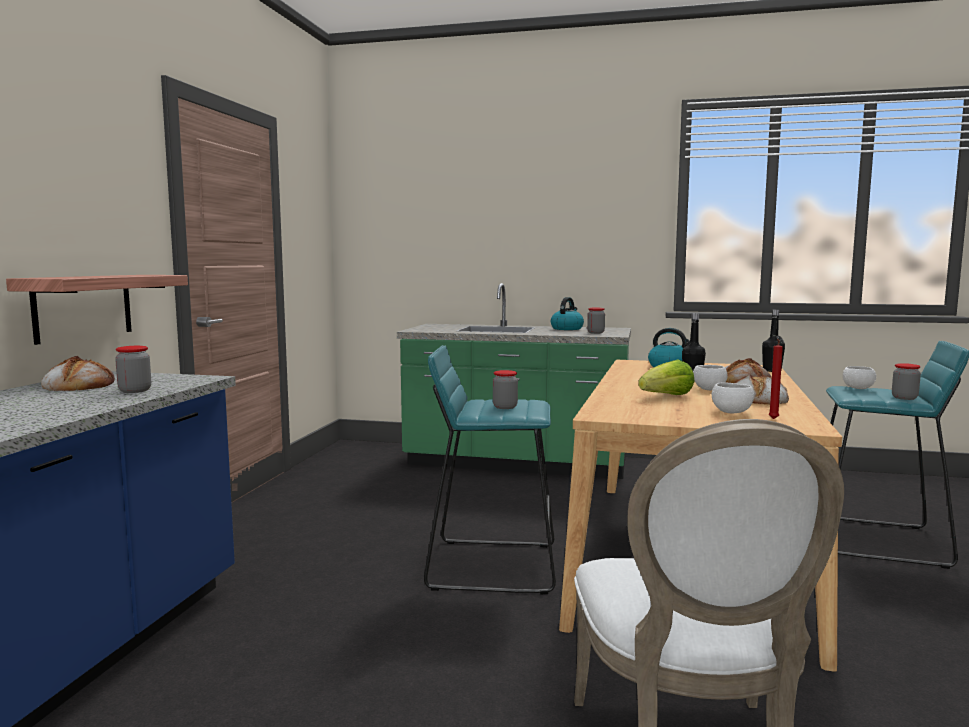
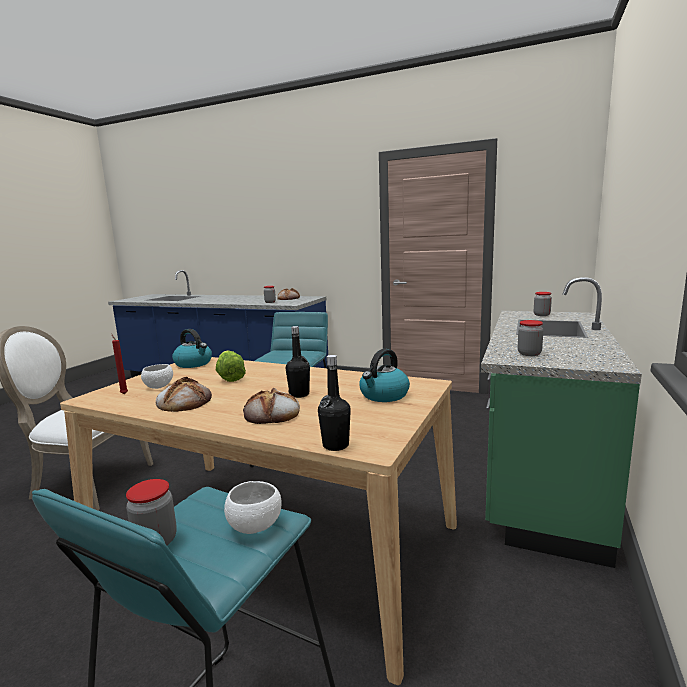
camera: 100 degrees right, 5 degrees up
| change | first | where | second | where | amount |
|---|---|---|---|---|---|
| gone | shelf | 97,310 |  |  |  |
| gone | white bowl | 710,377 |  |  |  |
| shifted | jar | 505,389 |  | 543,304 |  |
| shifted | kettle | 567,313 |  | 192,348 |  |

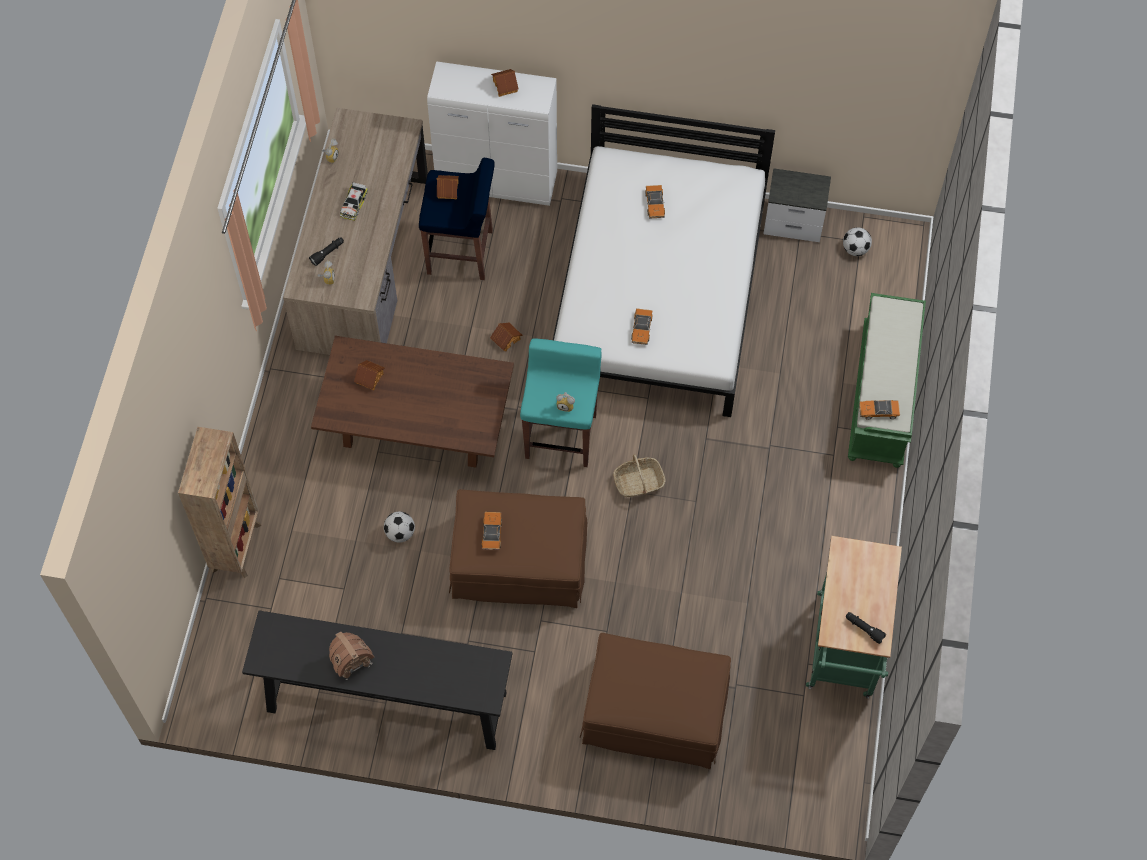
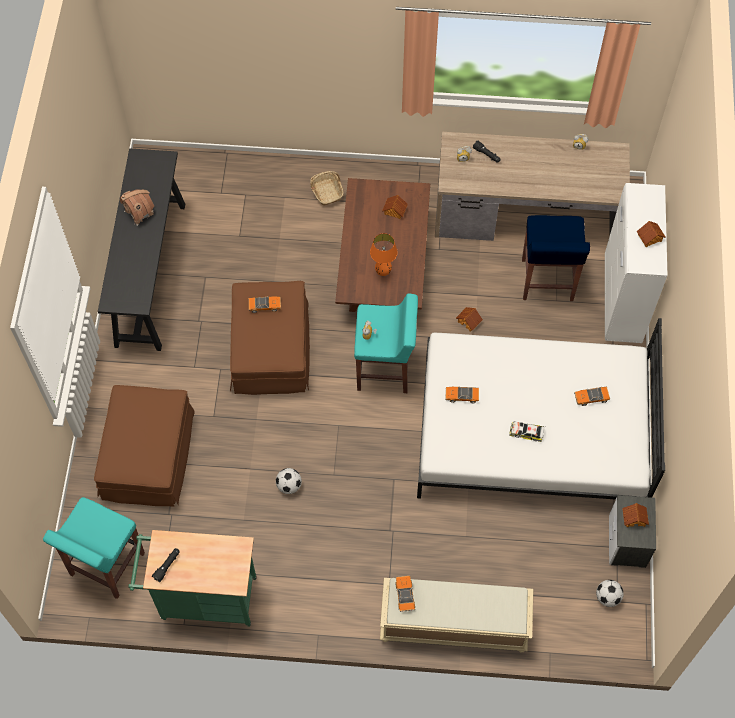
camera: 85 degrees right, 0 degrees up
| change | first | where | second | where | amount |
|---|---|---|---|---|---|
| gone | brown bookcase | 219,502 |  |  |  |
| new |  |  | turquoise stool | 94,548 |  |
| new |  |  | orange table lamp | 383,254 |  |
| shifted | toy car | 354,201 |  | 527,432 |  |
| shifted | football | 399,527 |  | 289,481 |  |
| shifted | toy house | 448,187 |  | 635,515 |  |
| shifted | basket | 639,475 |  | 327,188 |  |
| repainted | green bench | 887,380 | beige bench | 456,615 |  |

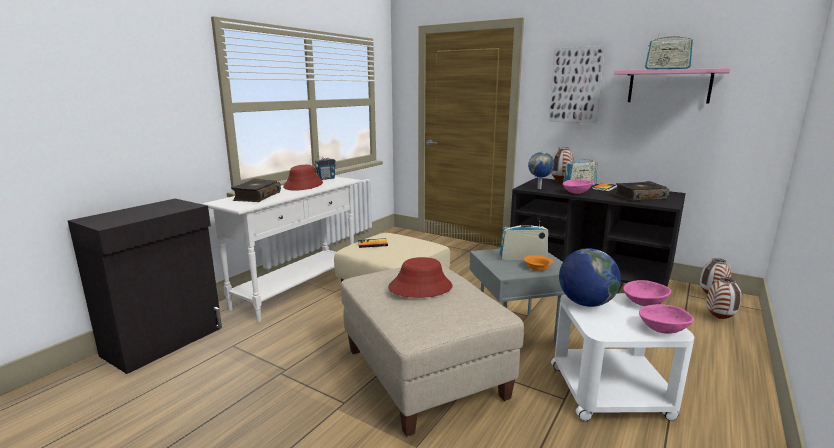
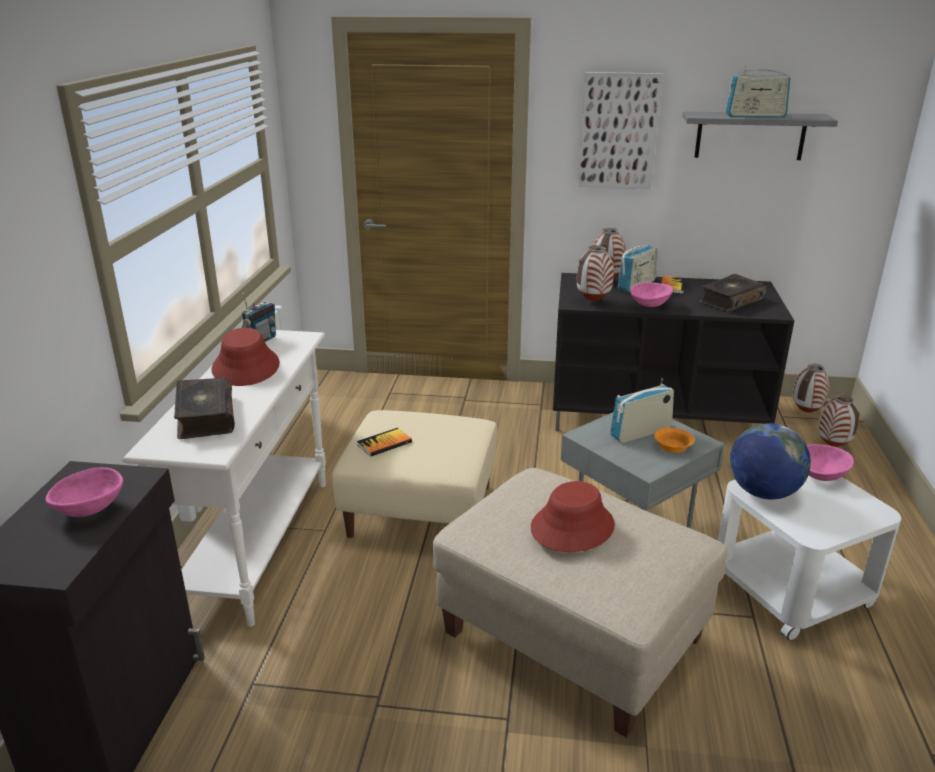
camera: 25 degrees left, 10 degrees up
| change | first | where | second | where | amount |
|---|---|---|---|---|---|
| shifted | pink bowl | 666,319 |  | 84,492 |  |
| swapped | globe | 541,170 | vase | 595,273 |  |
| repainted | pink shelf | 672,85 | grey shelf | 760,135 |  |

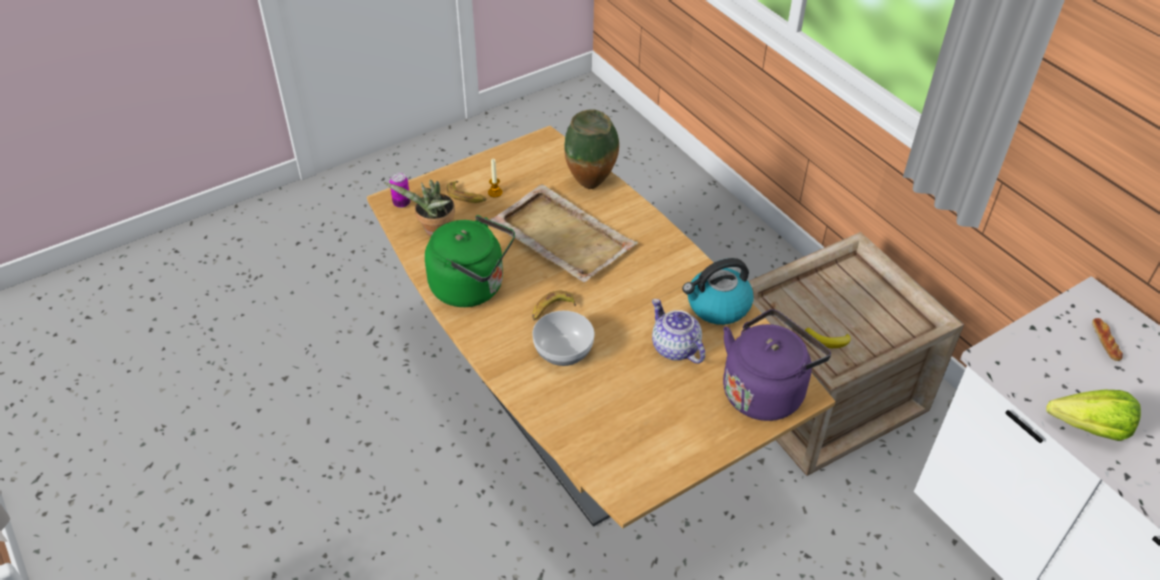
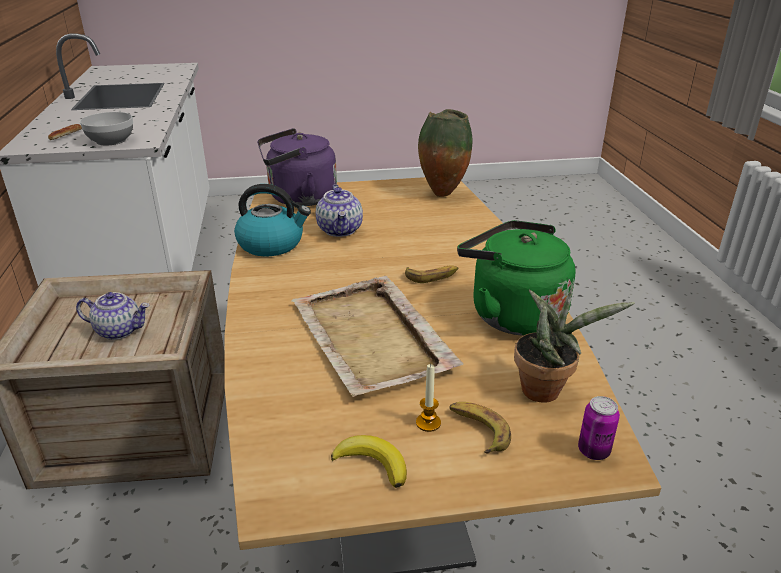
camera: 155 degrees left, 15 degrees down
| change | first | where | second | where | amount |
|---|---|---|---|---|---|
| gone | lettuce | 1093,415 |  |  |  |
| new |  |  | teapot | 113,316 |  |
| shifted | bowl | 563,338 |  | 106,128 |  |
| shifted | vase | 592,149 |  | 445,153 |  |
| shifted | banana | 828,338 |  | 369,461 |  |

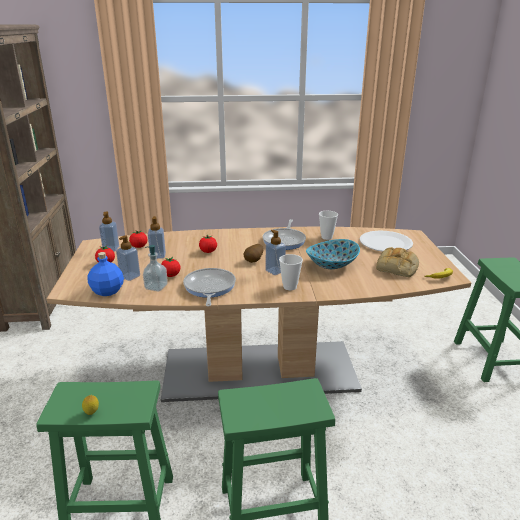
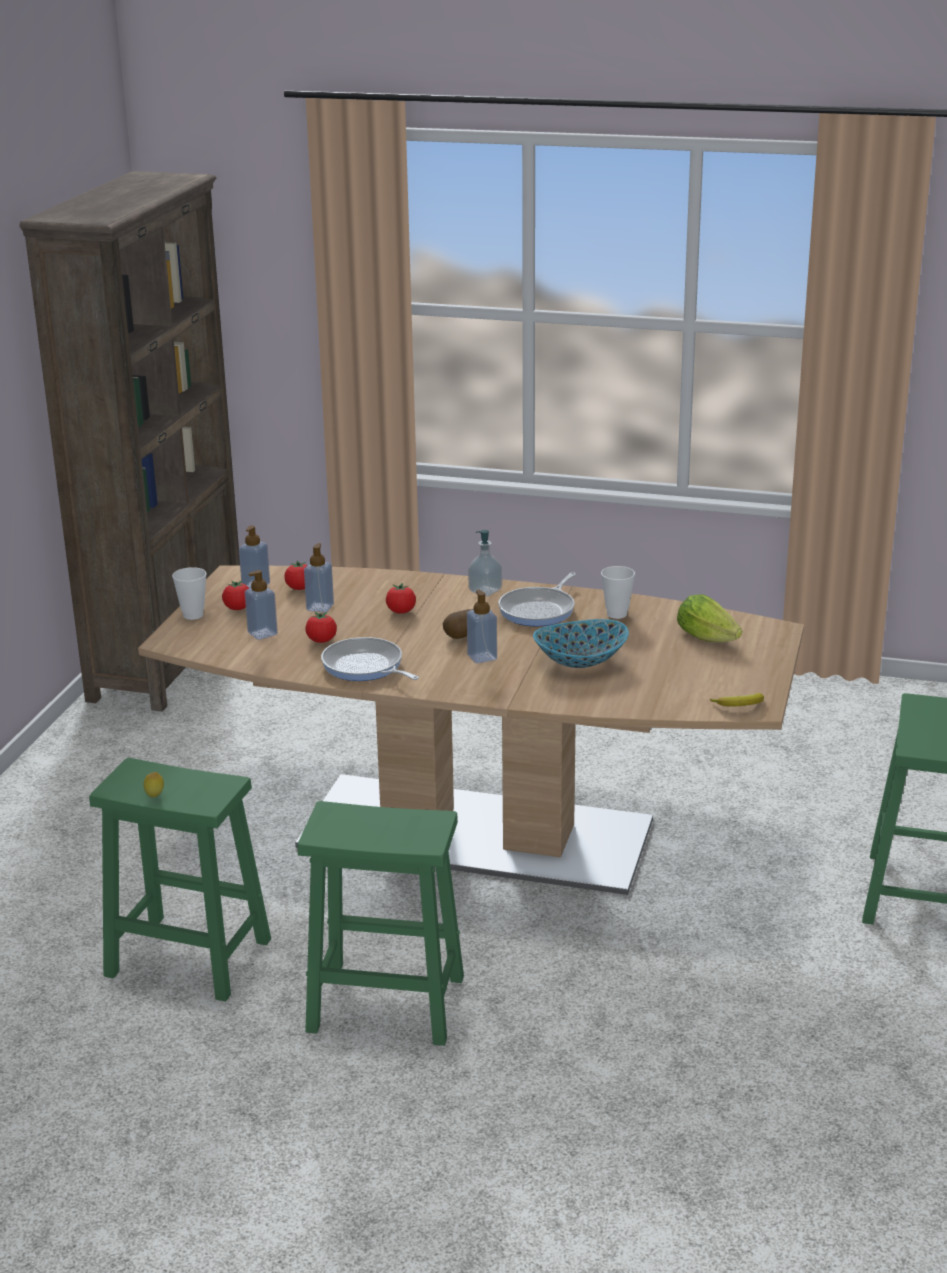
camera: 20 degrees right, 0 degrees up
| change | first | where | second | where | amount |
|---|---|---|---|---|---|
| gone | blue bottle | 105,274 |  |  |  |
| gone | bread | 397,262 |  |  |  |
| shifted | soap dispenser | 155,268 |  | 485,563 |  |
| shifted | cup | 291,272 |  | 189,593 |  |
| swapped | white plate | 386,241 | lettuce | 709,618 |  |
| rotated | frying pan | 209,287 |  | 370,659 | 60 degrees counterclockwise |

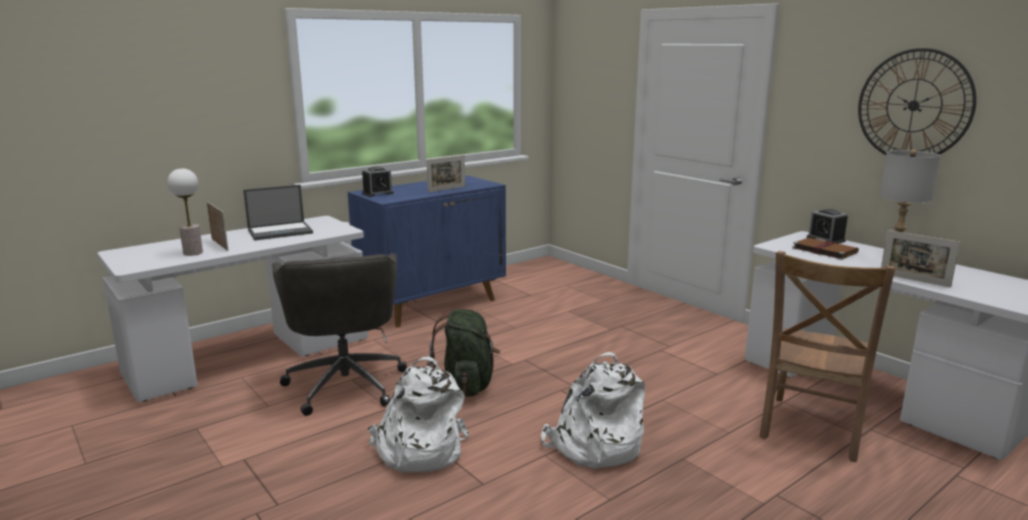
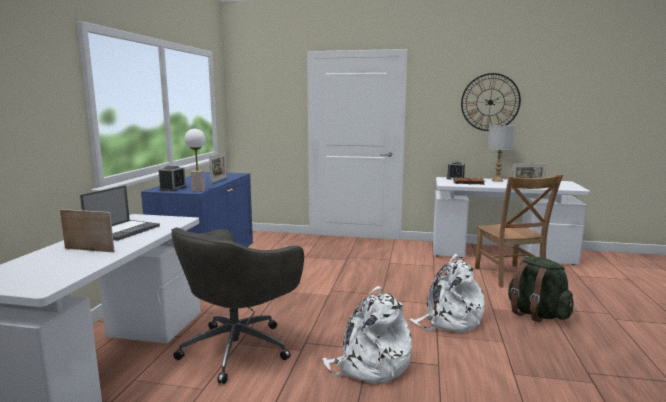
camera: 40 degrees left, 5 degrees down
| change | first | where | second | where | amount |
|---|---|---|---|---|---|
| shifted | table lamp | 185,212 |  | 195,160 |  |
| shifted | green backpack | 463,353 |  | 541,290 |  |
| rotated | grey office chair | 339,334 |  | 237,305 | 90 degrees clockwise |

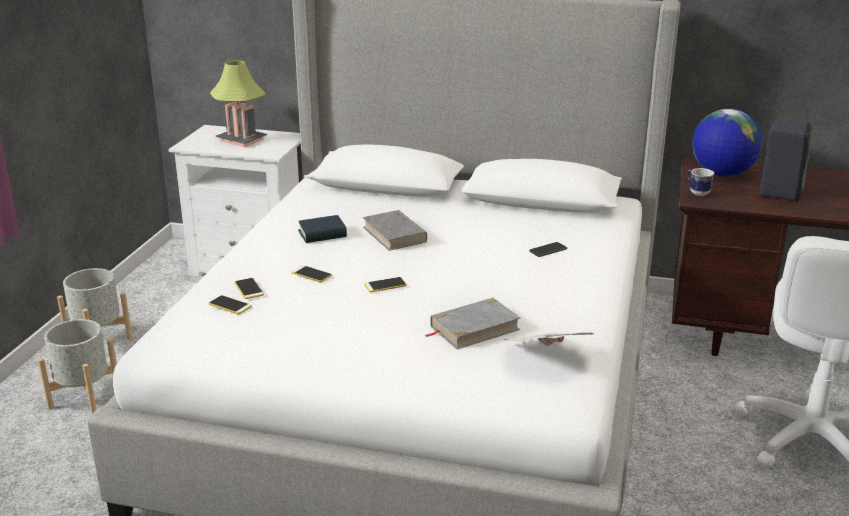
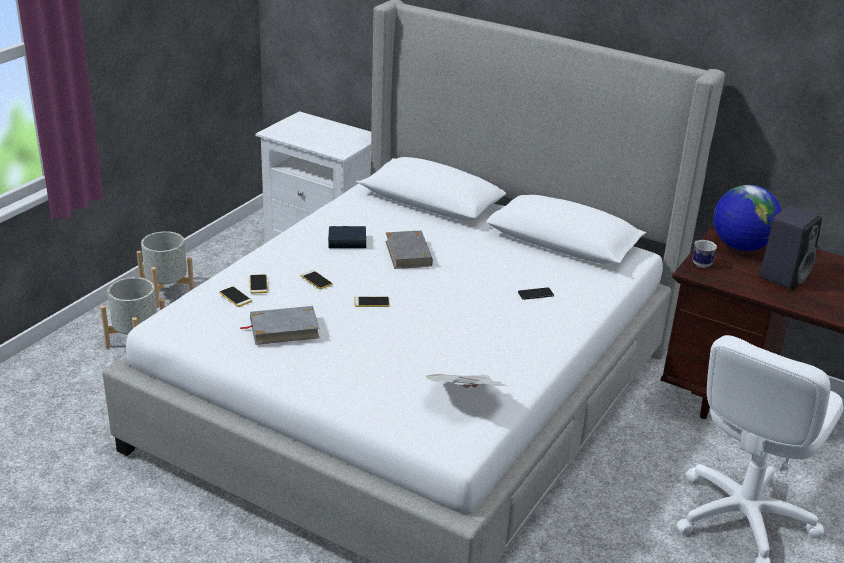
camera: 15 degrees right, 5 degrees up
| change | first | where | second | where | amount |
|---|---|---|---|---|---|
| gone | table lamp | 238,103 |  |  |  |
| shifted | grey book | 472,323 |  | 280,325 |  |

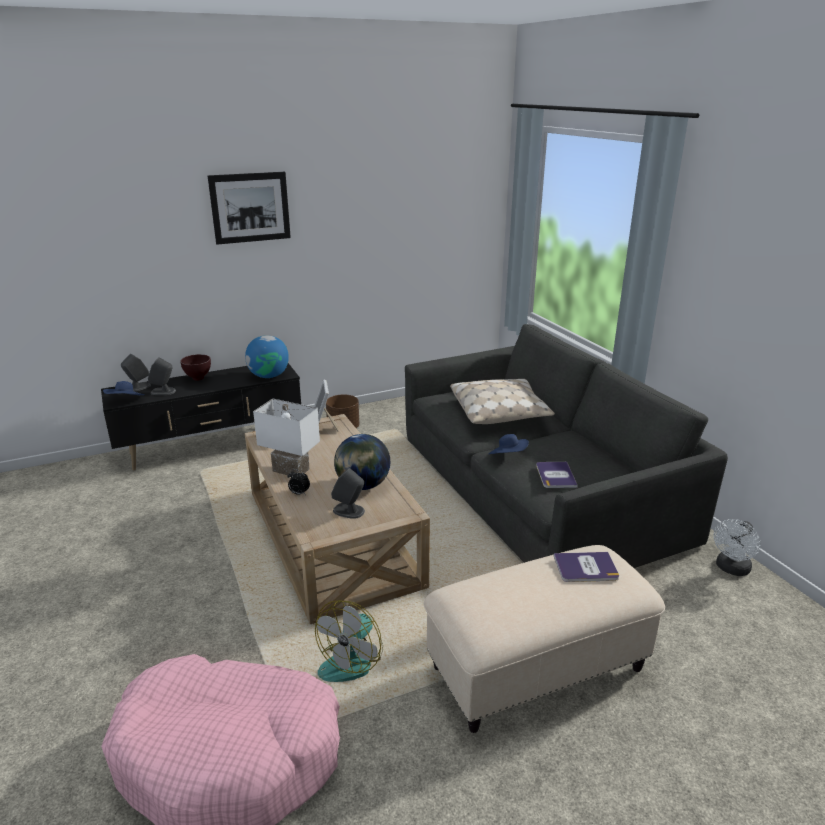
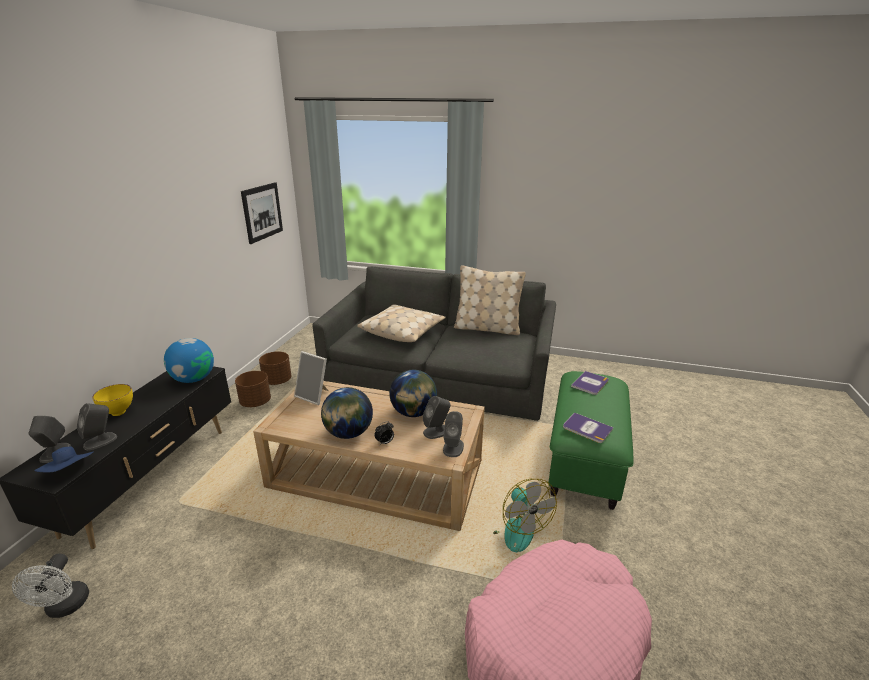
camera: 50 degrees left, 0 degrees up
| change | first | where | second | where | amount |
|---|---|---|---|---|---|
| gone | blue hat | 508,444 |  |  |  |
| new |  |  | brown planter | 275,368 |  |
| new |  |  | grey speaker | 453,434 |  |
| new |  |  | beige pillow | 490,300 |  |
| shifted | picture | 249,208 |  | 262,213 |  |
| shifted | book | 557,475 |  | 588,427 |  |
| shifted | white fan | 737,547 |  | 50,586 |  |
| swapped | white table lamp | 286,436 | globe | 347,413 |  |
| repainted | brown bowl | 195,367 | yellow bowl | 112,400 |  |
| repainted | beige ottoman | 544,639 | green ottoman | 591,440 |  |

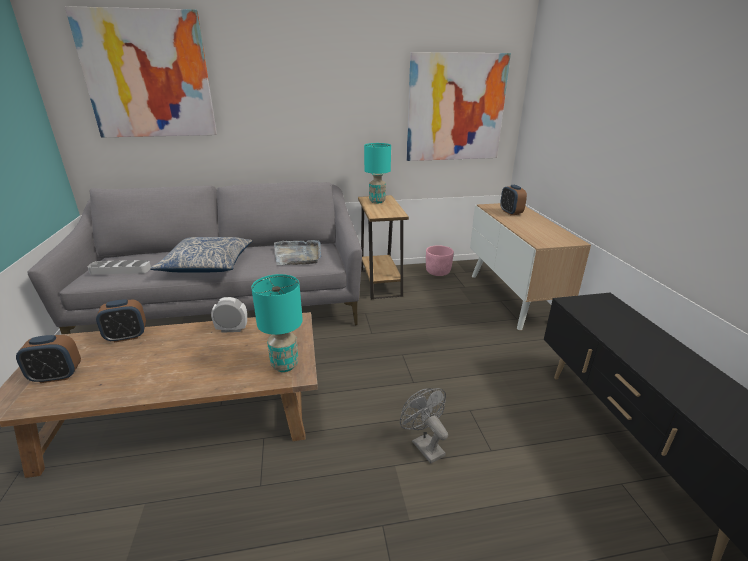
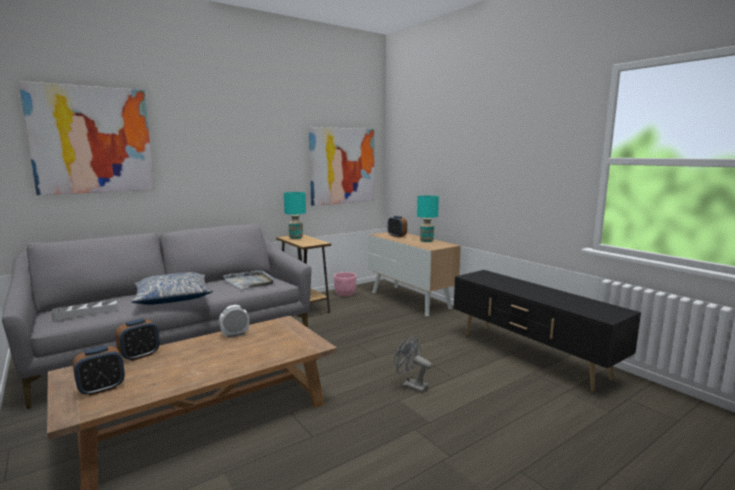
camera: 25 degrees left, 15 degrees down
| change | first | where | second | where | amount |
|---|---|---|---|---|---|
| shifted | turquoise table lamp | 277,323 |  | 428,218 |  |

